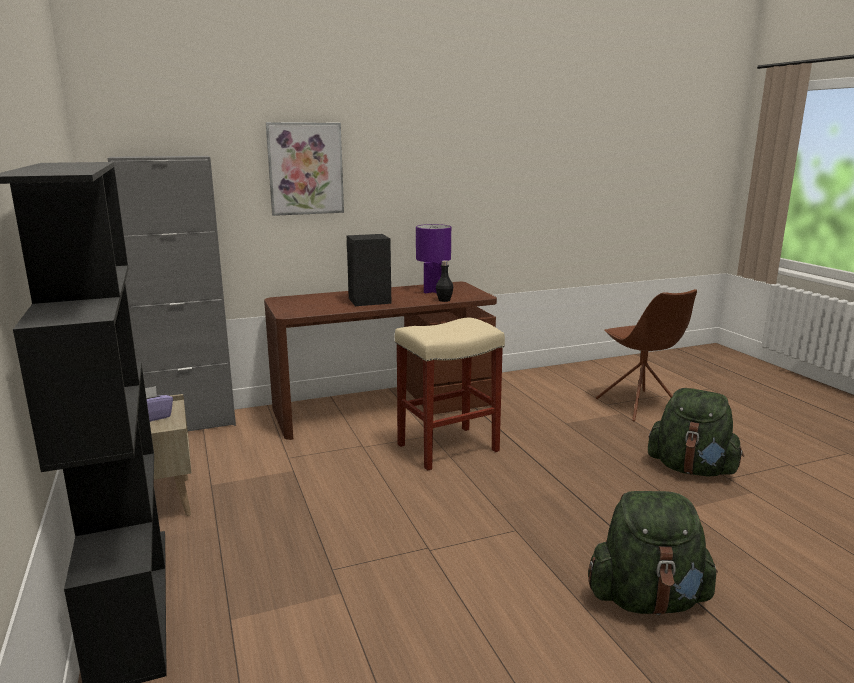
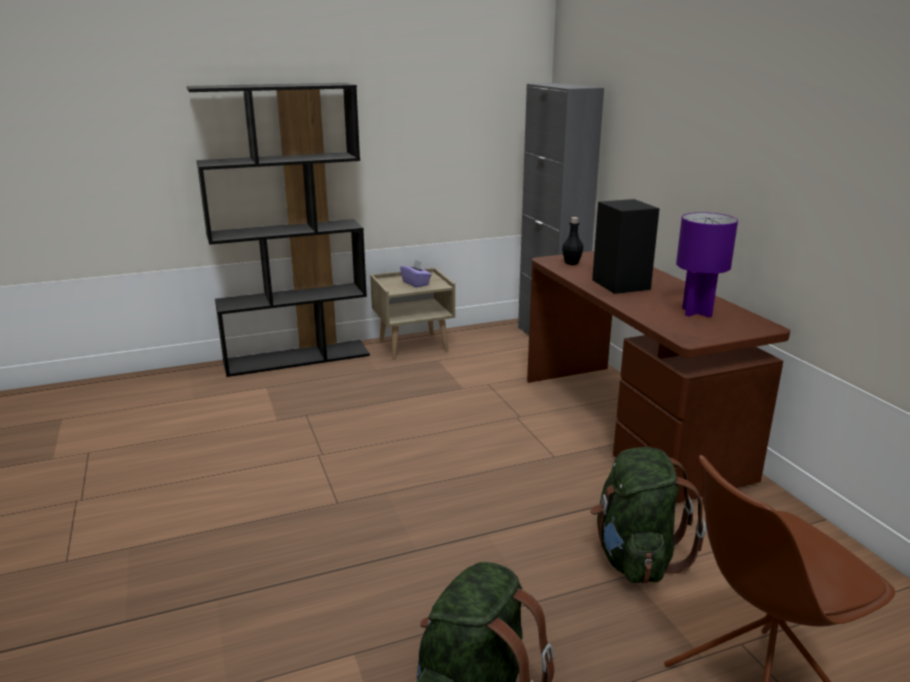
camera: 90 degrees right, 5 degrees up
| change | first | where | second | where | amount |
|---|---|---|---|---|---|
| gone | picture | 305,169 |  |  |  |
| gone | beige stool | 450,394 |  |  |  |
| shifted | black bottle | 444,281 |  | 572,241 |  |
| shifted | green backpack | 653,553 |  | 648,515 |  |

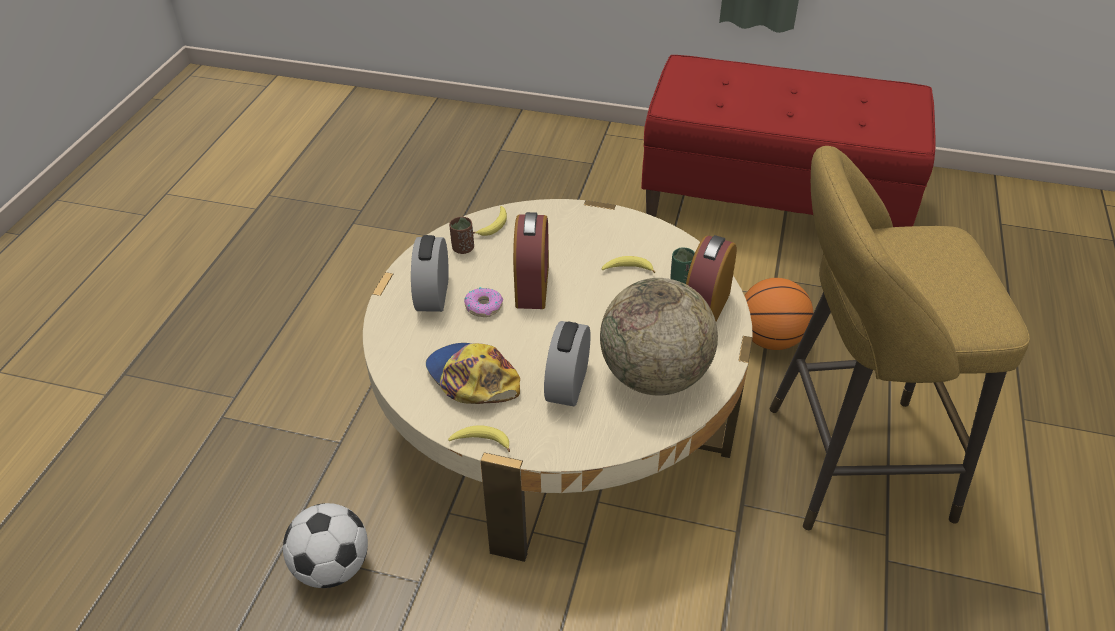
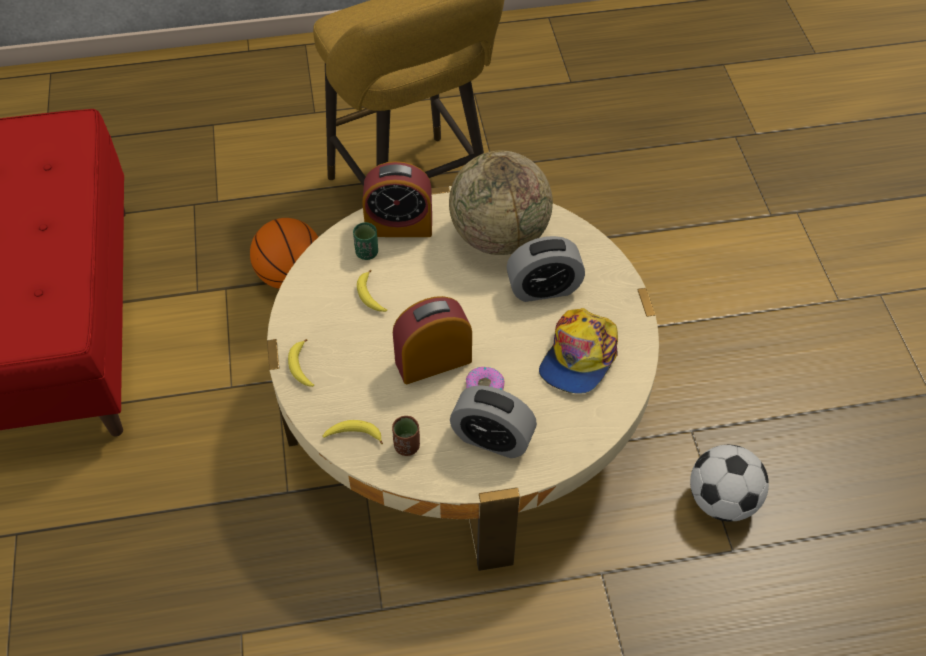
camera: 115 degrees left, 10 degrees up
| change | first | where | second | where | amount |
|---|---|---|---|---|---|
| shifted | banana | 479,438 |  | 301,363 |  |
| rotated | alarm clock | 430,273 |  | 493,421 | 45 degrees clockwise |

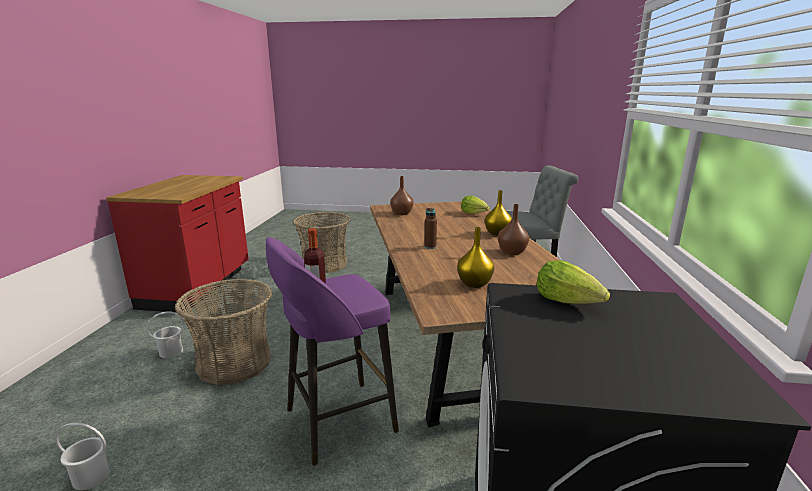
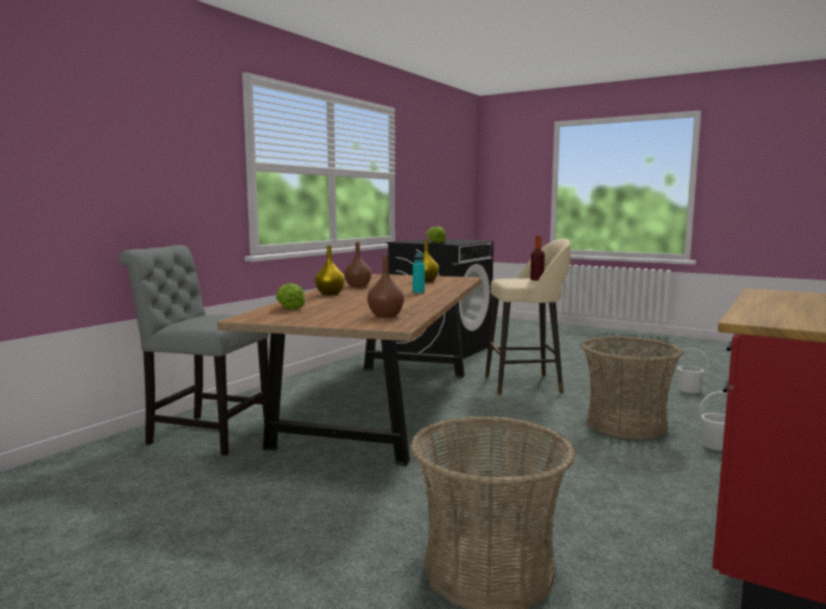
camera: 155 degrees left, 10 degrees down
| change | first | where | second | where | amount |
|---|---|---|---|---|---|
| repainted | purple stool | 332,351 | beige stool | 528,317 |  |
| repainted | brown bottle | 430,228 | turquoise bottle | 419,273 |  |

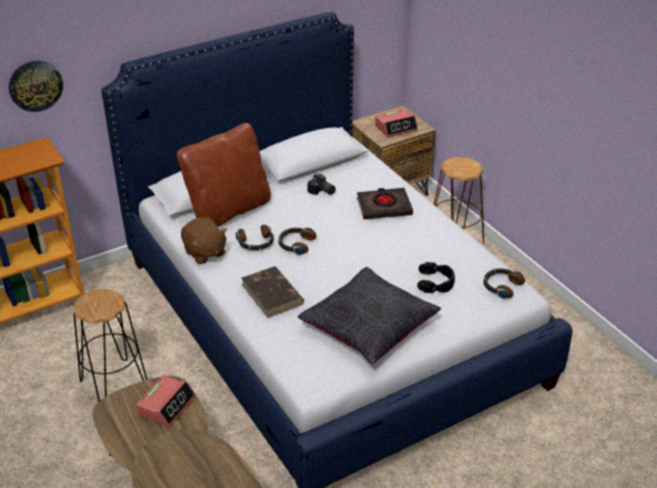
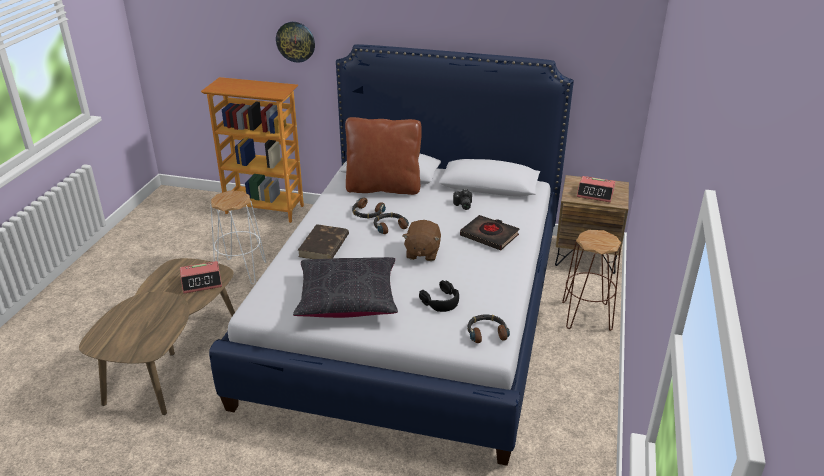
camera: 45 degrees right, 5 degrees down
| change | first | where | second | where | amount |
|---|---|---|---|---|---|
| shifted | brown plush toy | 204,241 |  | 421,240 |  |
| repainted | black stool | 110,345 | white stool | 238,237 |  |

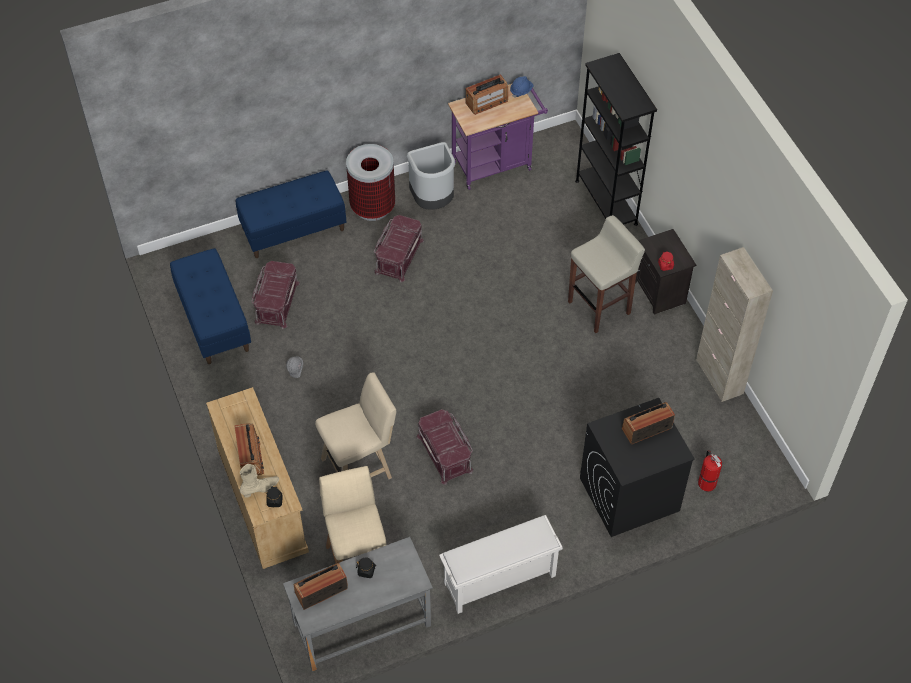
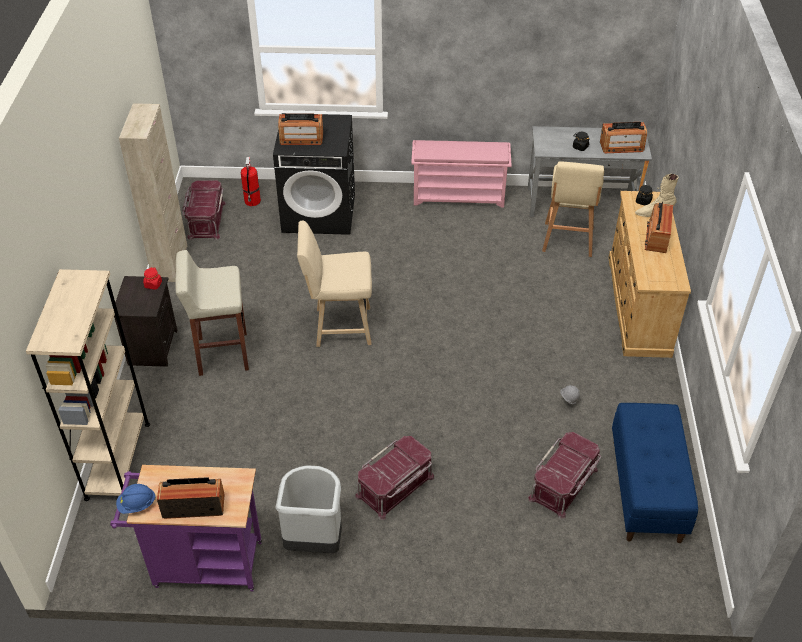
camera: 155 degrees left, 10 degrees down
| change | first | where | second | where | amount |
|---|---|---|---|---|---|
| gone | blue bench | 291,214 |  |  |  |
| gone | trash can | 370,182 |  |  |  |
| shifted | beige stool | 355,425 |  | 334,283 |  |
| shifted | red storage box | 444,447 |  | 204,210 |  |
| repainted | white shoe rack | 501,564 | pink shoe rack | 461,174 |  |
| repainted | black bookcase | 616,139 | beige bookcase | 88,385 |  |

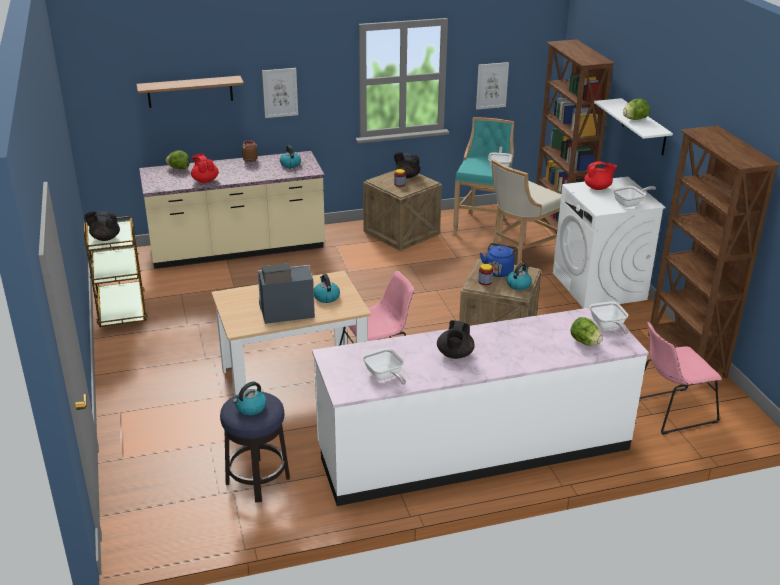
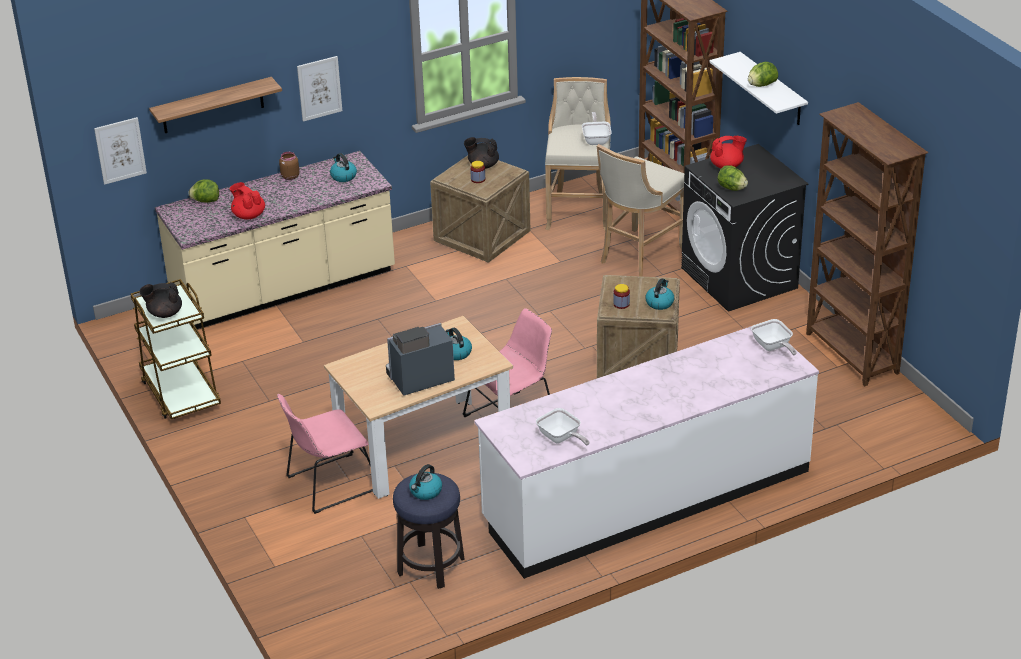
camera: 10 degrees left, 5 degrees up
| change | first | where | second | where | amount |
|---|---|---|---|---|---|
| gone | black teapot | 455,339 |  |  |  |
| gone | blue kettle | 498,260 |  |  |  |
| gone | frying pan | 634,196 |  |  |  |
| shifted | picture | 492,86 |  | 120,151 |  |
| shifted | lettuce | 586,331 |  | 733,178 |  |
| shifted | pink chair | 681,378 |  | 325,454 |  |
| repainted | turquoise stool | 483,179 | beige stool | 578,153 |  |
| repainted | white washing machine | 609,242 | black washing machine | 744,228 |  |

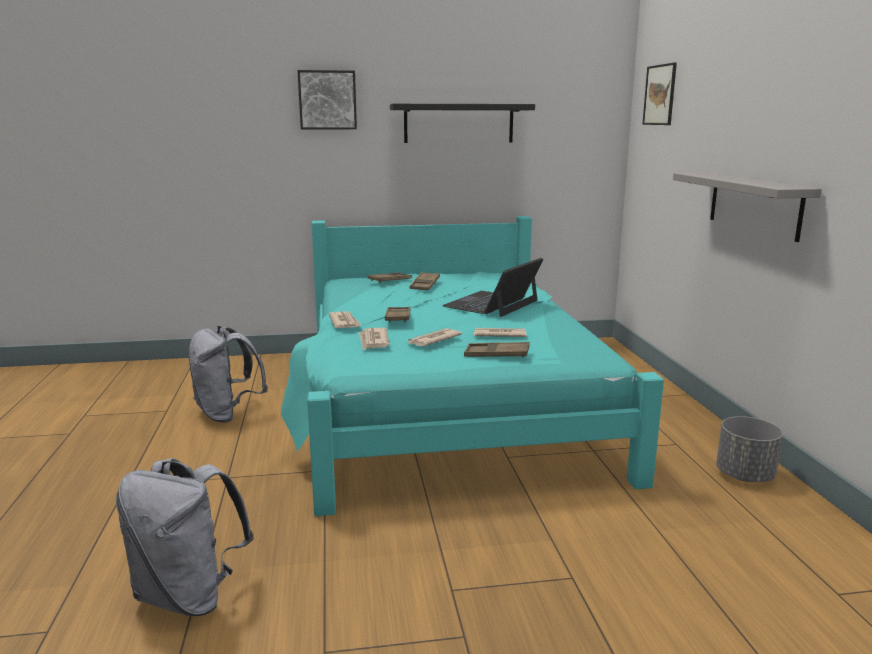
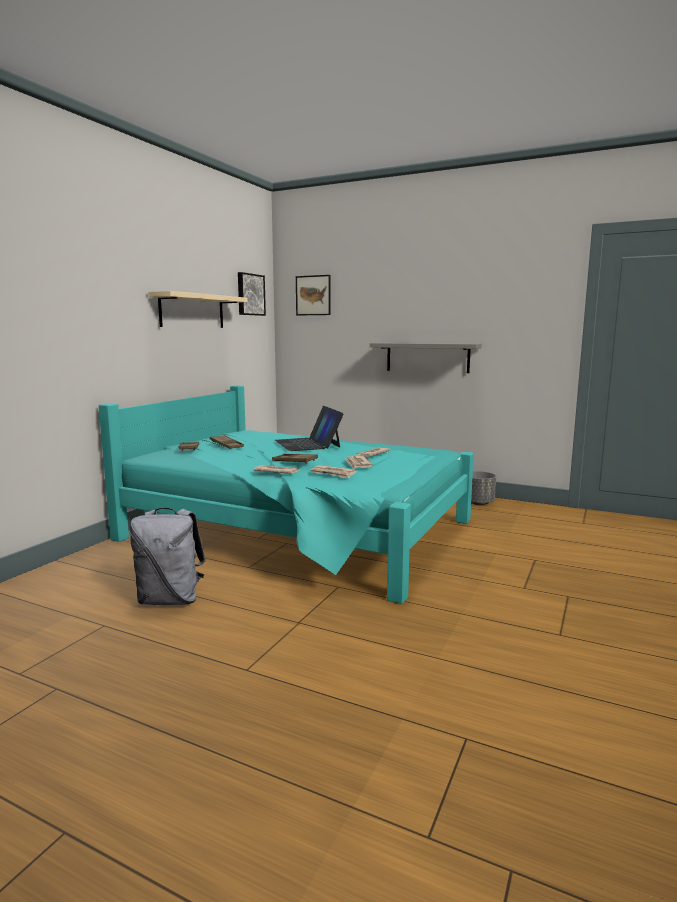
camera: 55 degrees left, 5 degrees down
| change | first | where | second | where | amount |
|---|---|---|---|---|---|
| gone | grey backpack | 185,537 |  |  |  |
| gone | brown tray | 497,349 |  |  |  |
| shifted | picture | 327,99 |  | 252,294 |  |
| repainted | black shelf | 462,123 | beige shelf | 198,309 |  |

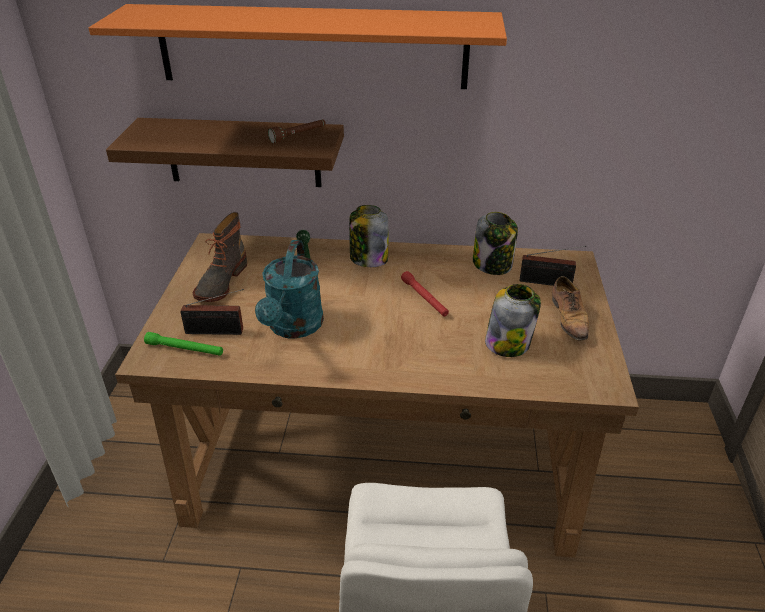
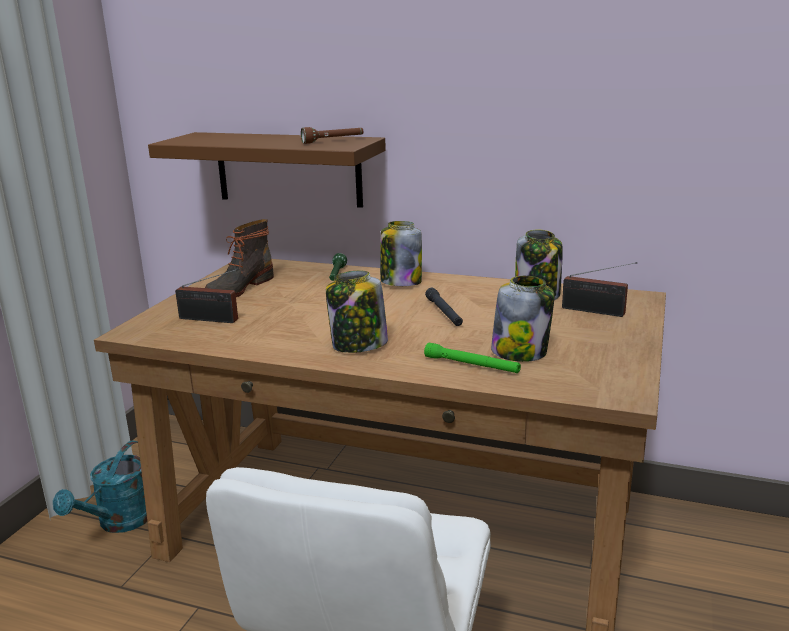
camera: 15 degrees right, 15 degrees down
| change | first | where | second | where | amount |
|---|---|---|---|---|---|
| gone | orange shelf | 298,46 |  |  |  |
| gone | shoe | 570,308 |  |  |  |
| new |  |  | jar | 357,312 |  |
| shifted | green flashlight | 183,344 |  | 472,358 |  |
| shifted | turquoise watering can | 289,289 |  | 100,487 |  |
| repainted | red flashlight | 425,293 | black flashlight | 444,307 |  |

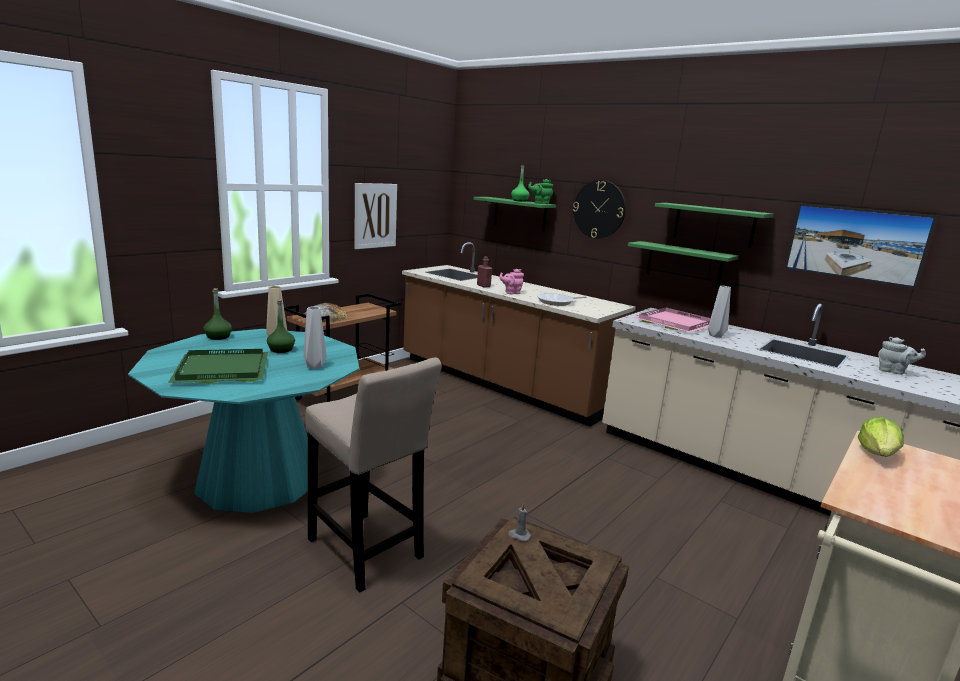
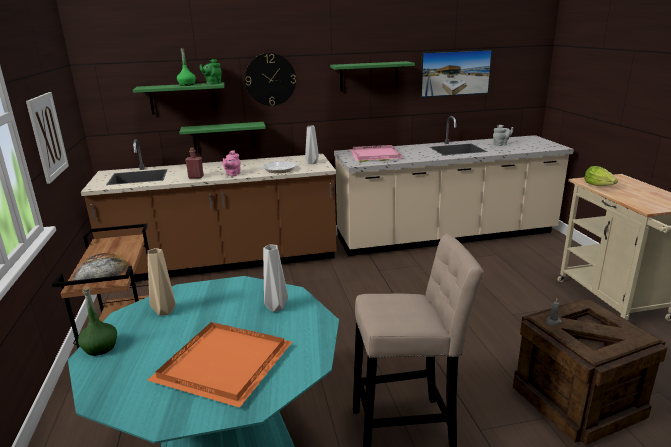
camera: 50 degrees left, 5 degrees up
| change | first | where | second | where | amount |
|---|---|---|---|---|---|
| gone | green bottle | 281,326 |  |  |  |
| shifted | green shelf | 683,264 |  | 222,137 |  |
| shifted | grey vase | 719,312 |  | 312,145 |  |
| repainted | green tray | 218,366 | orange tray | 219,365 |  |

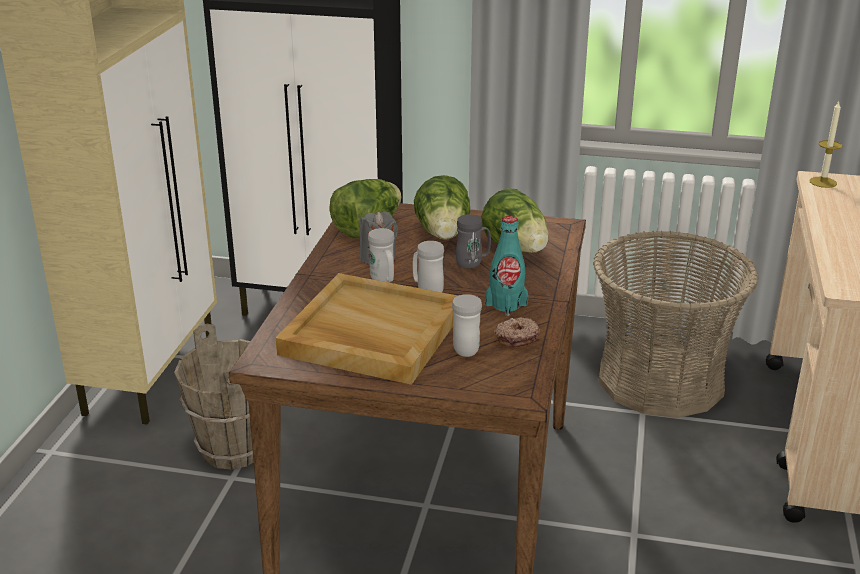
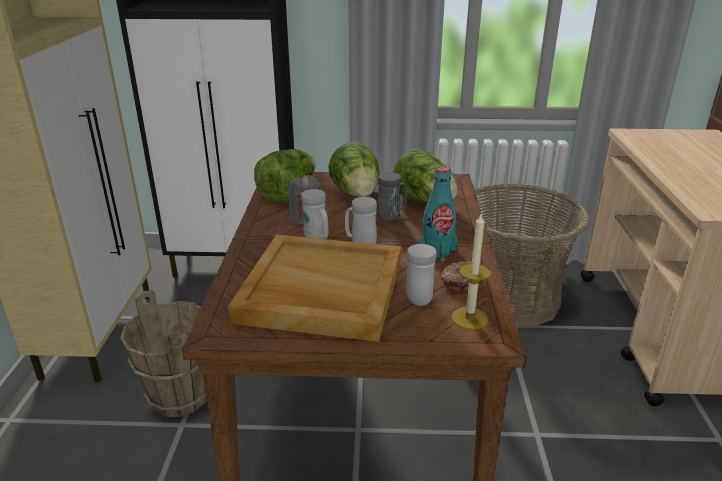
camera: 10 degrees left, 0 degrees up
| change | first | where | second | where | amount |
|---|---|---|---|---|---|
| shifted | candle | 825,145 |  | 471,271 |  |

